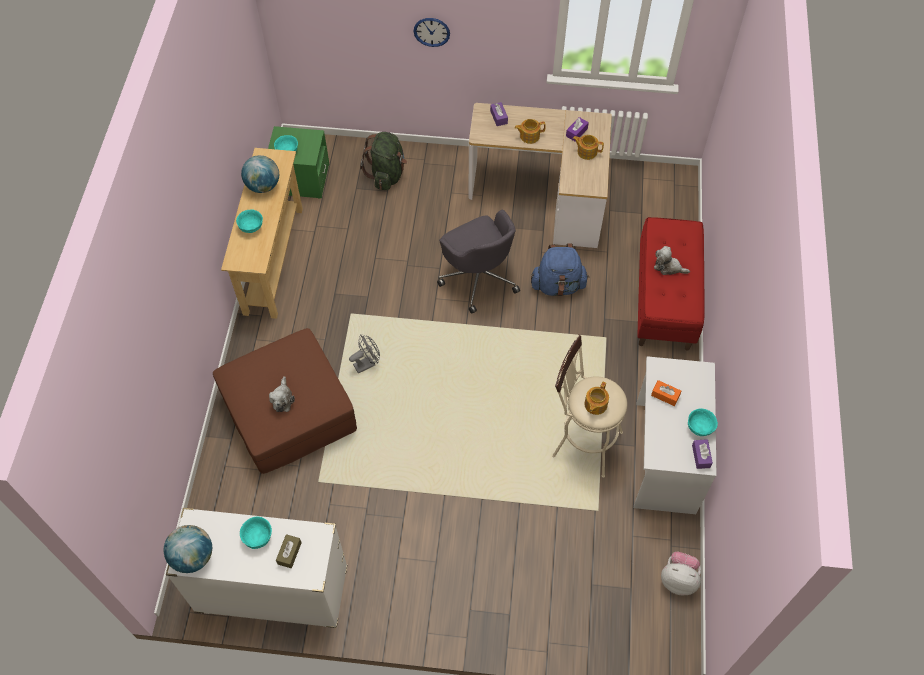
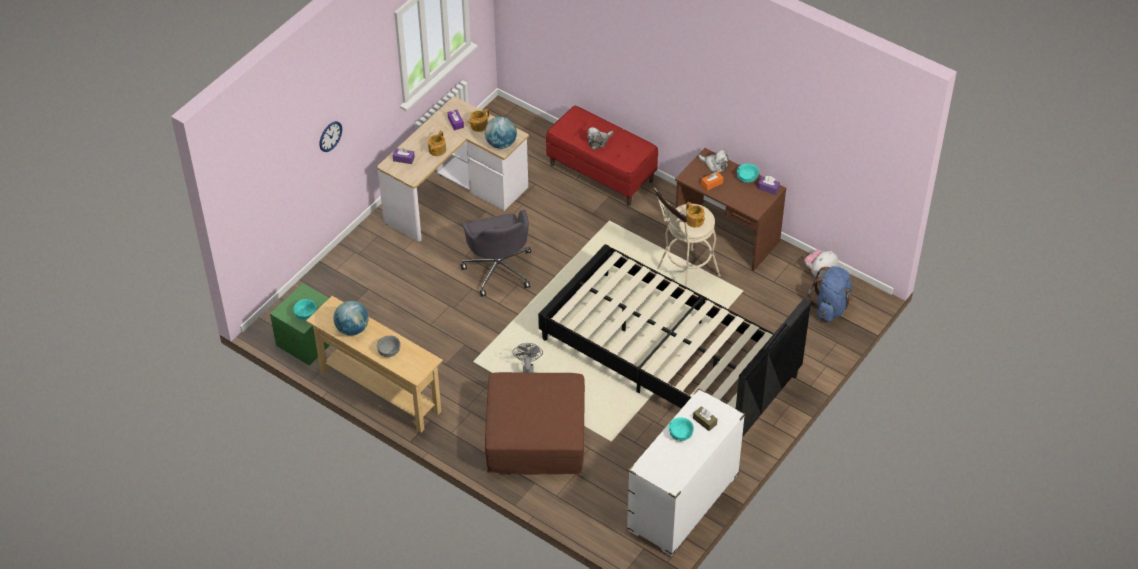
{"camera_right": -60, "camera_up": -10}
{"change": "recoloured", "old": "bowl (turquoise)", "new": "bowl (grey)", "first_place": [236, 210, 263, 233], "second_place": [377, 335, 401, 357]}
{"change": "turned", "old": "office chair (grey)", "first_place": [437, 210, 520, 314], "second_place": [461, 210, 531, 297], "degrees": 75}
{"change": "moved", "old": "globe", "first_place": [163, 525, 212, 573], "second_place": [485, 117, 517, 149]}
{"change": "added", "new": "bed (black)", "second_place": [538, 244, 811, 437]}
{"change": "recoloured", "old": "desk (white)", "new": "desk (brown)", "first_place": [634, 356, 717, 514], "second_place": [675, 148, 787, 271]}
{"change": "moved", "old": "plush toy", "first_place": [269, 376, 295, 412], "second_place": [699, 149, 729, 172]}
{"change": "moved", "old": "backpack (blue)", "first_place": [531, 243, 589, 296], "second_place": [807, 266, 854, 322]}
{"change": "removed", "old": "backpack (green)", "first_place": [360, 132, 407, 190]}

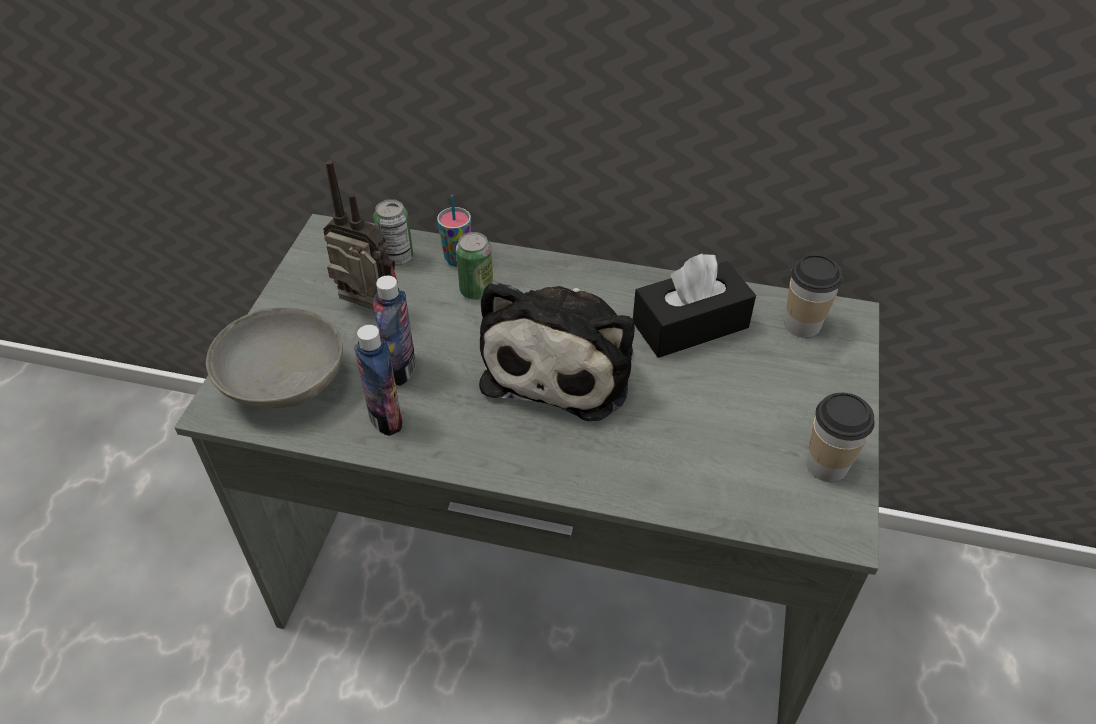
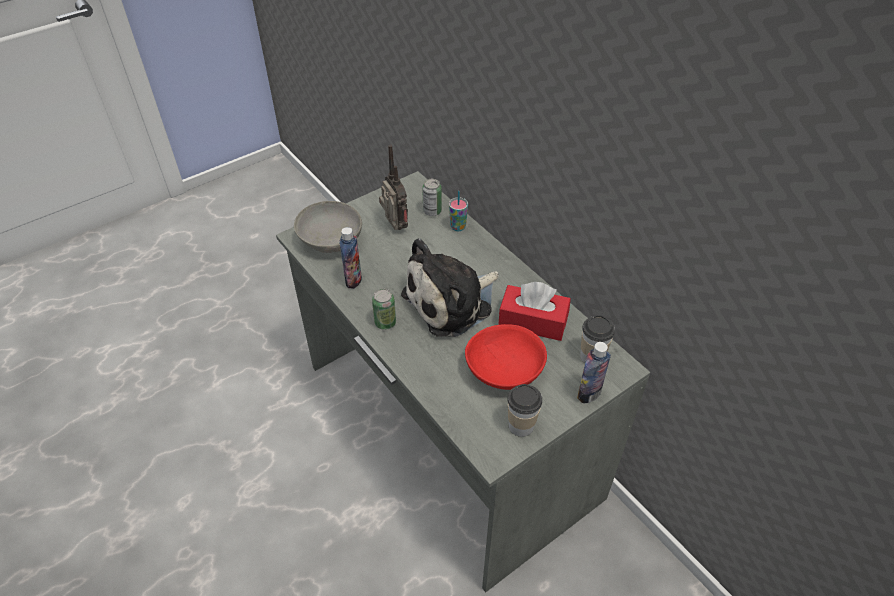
{"camera_right": 40, "camera_up": 0}
{"change": "moved", "old": "can", "first_place": [456, 232, 493, 300], "second_place": [372, 289, 396, 330]}
{"change": "added", "new": "bowl (red)", "second_place": [465, 324, 547, 390]}
{"change": "recoloured", "old": "tissue box (black)", "new": "tissue box (red)", "first_place": [633, 253, 756, 358], "second_place": [498, 282, 571, 341]}
{"change": "moved", "old": "bottle", "first_place": [373, 276, 416, 385], "second_place": [577, 342, 611, 403]}

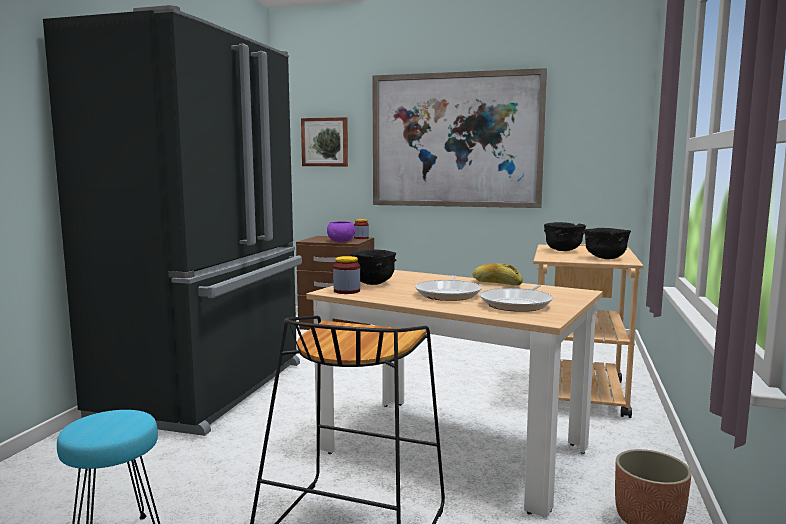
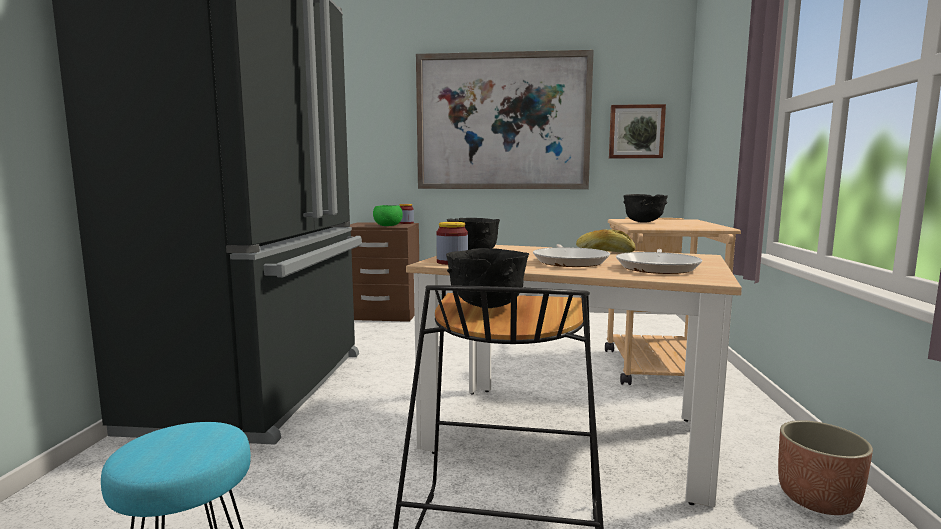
{"camera_right": -10, "camera_up": 0}
{"change": "recoloured", "old": "bowl (purple)", "new": "bowl (green)", "first_place": [327, 221, 355, 242], "second_place": [373, 205, 403, 226]}
{"change": "moved", "old": "bowl (black)", "first_place": [584, 228, 631, 259], "second_place": [446, 248, 529, 308]}
{"change": "moved", "old": "picture", "first_place": [301, 117, 348, 166], "second_place": [609, 104, 666, 158]}

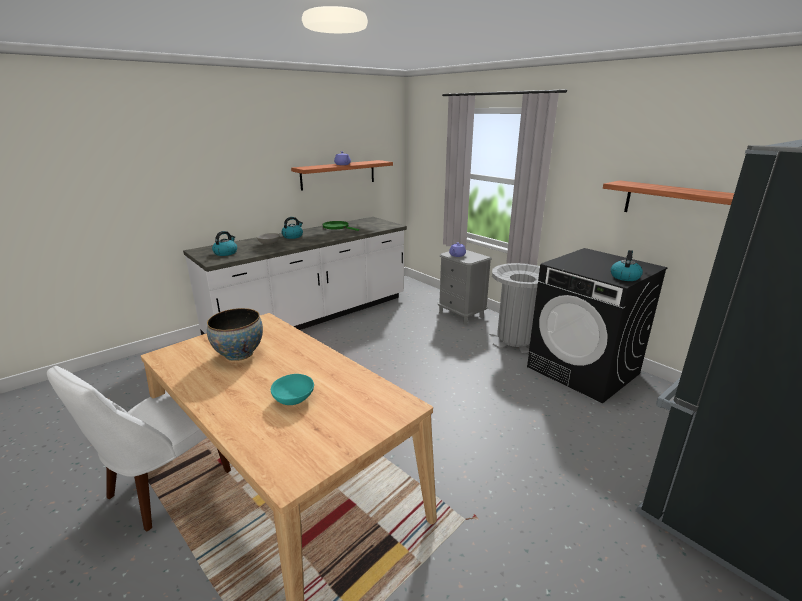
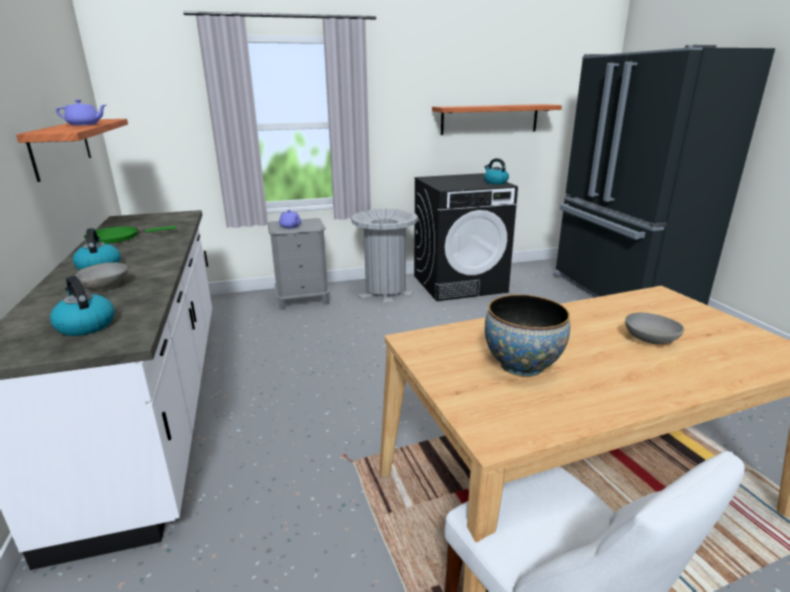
{"camera_right": -65, "camera_up": 0}
{"change": "recoloured", "old": "bowl (turquoise)", "new": "bowl (grey)", "first_place": [271, 374, 314, 405], "second_place": [625, 313, 684, 344]}

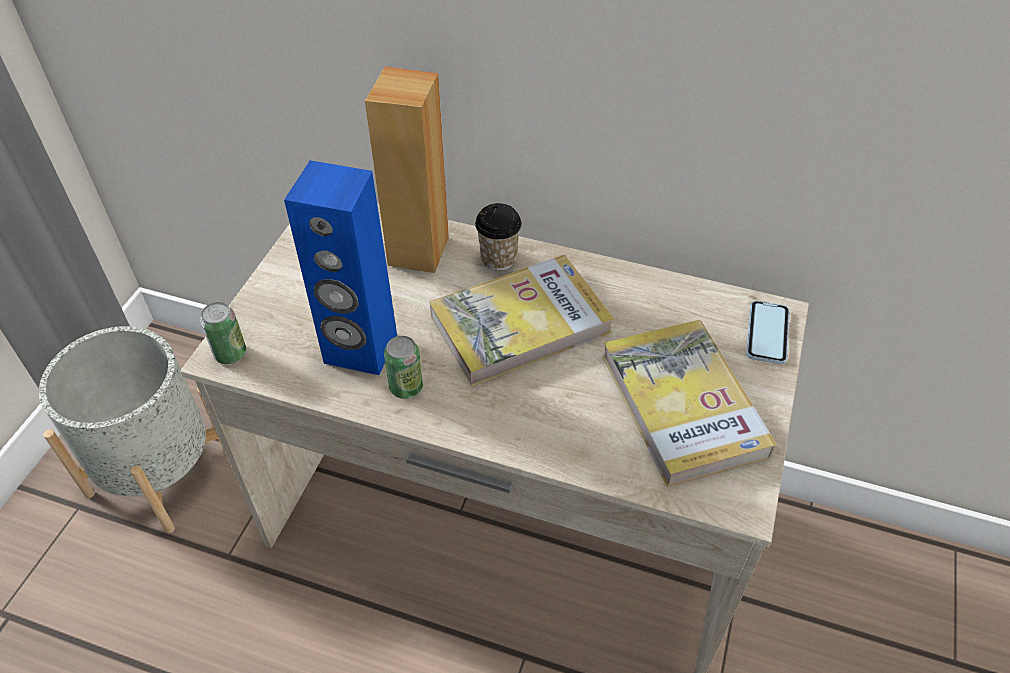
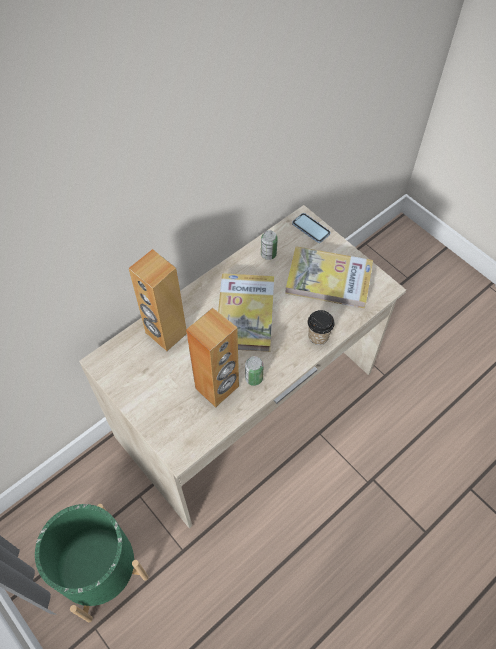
{"camera_right": -60, "camera_up": 10}
{"change": "recoloured", "old": "planter (grey)", "new": "planter (green)", "first_place": [39, 326, 226, 533], "second_place": [35, 504, 149, 622]}
{"change": "recoloured", "old": "speaker (blue)", "new": "speaker (brown)", "first_place": [284, 160, 397, 375], "second_place": [186, 308, 239, 407]}
{"change": "moved", "old": "can", "first_place": [200, 302, 246, 364], "second_place": [261, 230, 278, 260]}
{"change": "moved", "old": "cup", "first_place": [475, 203, 522, 271], "second_place": [308, 310, 335, 345]}

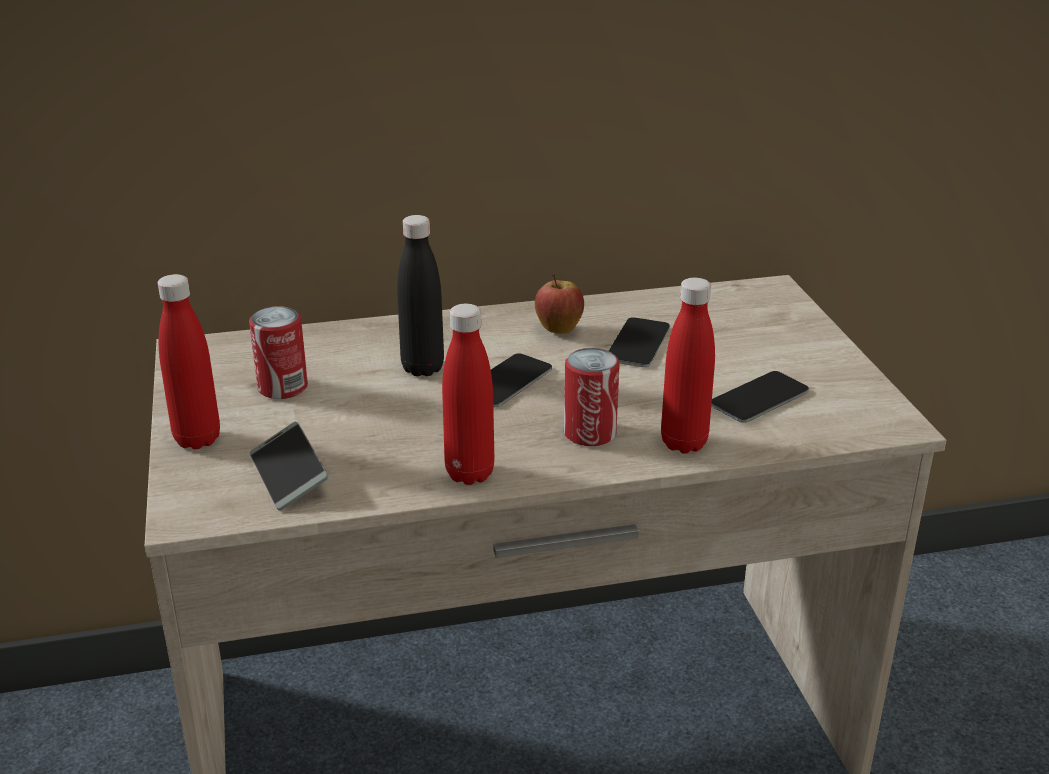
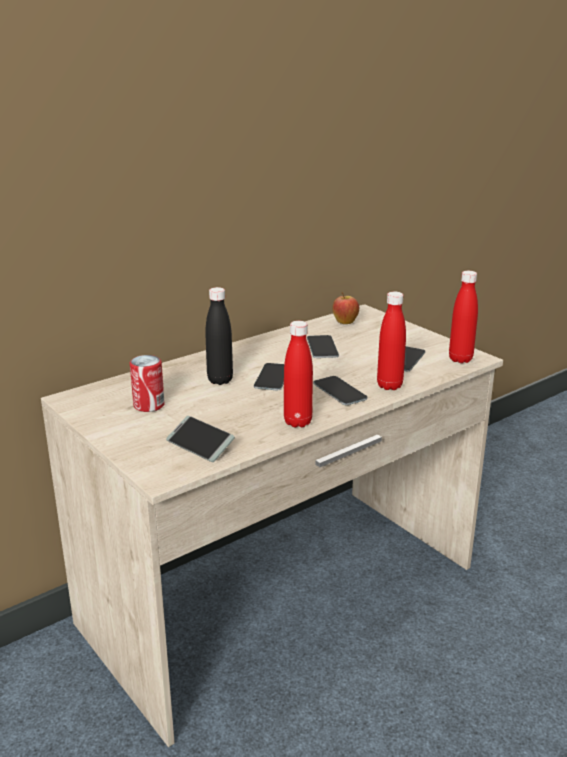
{"camera_right": -25, "camera_up": -5}
{"change": "replaced", "old": "can", "new": "phone", "first_place": [564, 348, 620, 446], "second_place": [314, 376, 367, 405]}
{"change": "moved", "old": "apple", "first_place": [535, 273, 584, 334], "second_place": [333, 292, 359, 324]}
{"change": "moved", "old": "bottle (red)", "first_place": [158, 274, 220, 449], "second_place": [449, 271, 478, 363]}

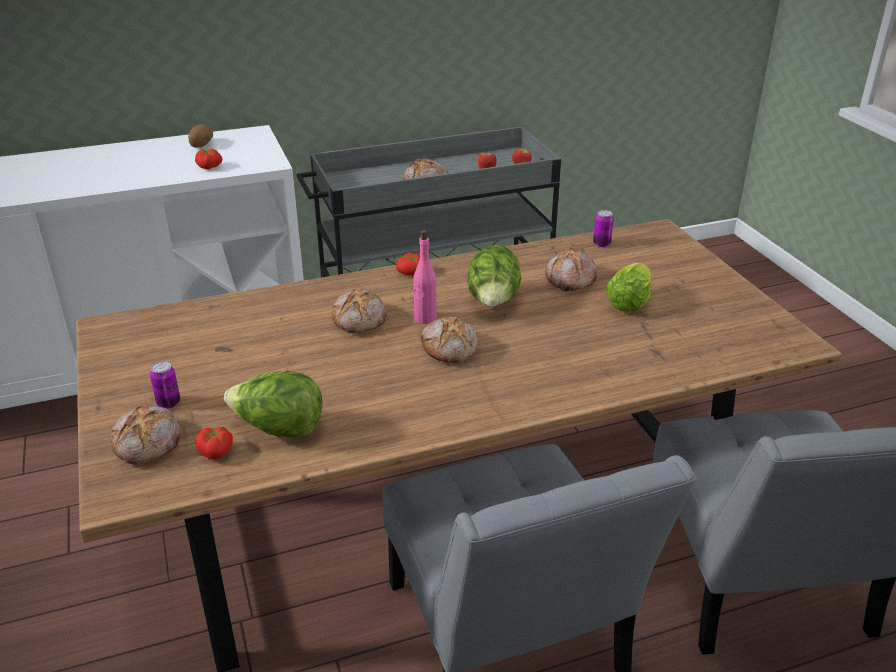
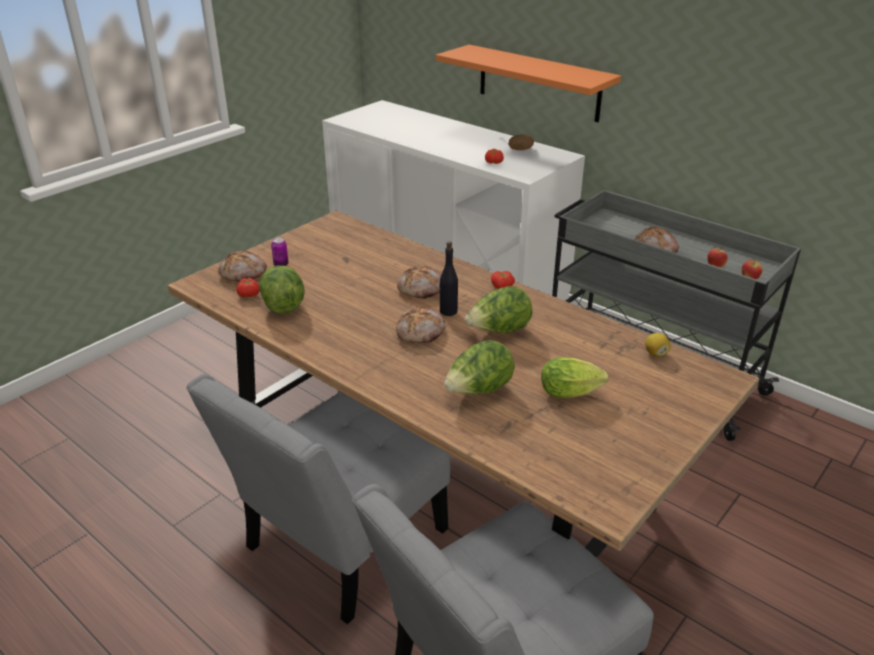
{"camera_right": 60, "camera_up": 0}
{"change": "added", "new": "shelf (orange)", "second_place": [436, 45, 621, 122]}
{"change": "recoloured", "old": "bottle (pink)", "new": "bottle (black)", "first_place": [413, 230, 437, 324], "second_place": [439, 242, 458, 316]}
{"change": "added", "new": "lettuce", "second_place": [444, 340, 515, 394]}
{"change": "replaced", "old": "can", "new": "lemon", "first_place": [593, 210, 614, 247], "second_place": [645, 333, 670, 357]}
{"change": "removed", "old": "bread", "first_place": [545, 247, 597, 291]}

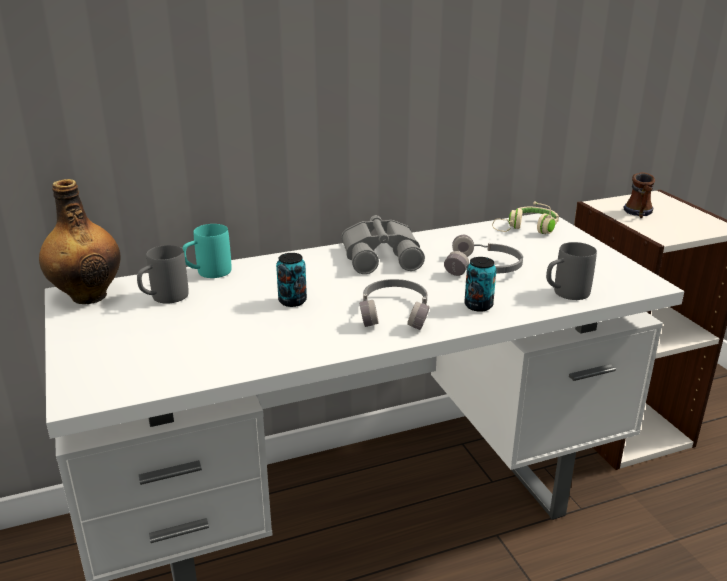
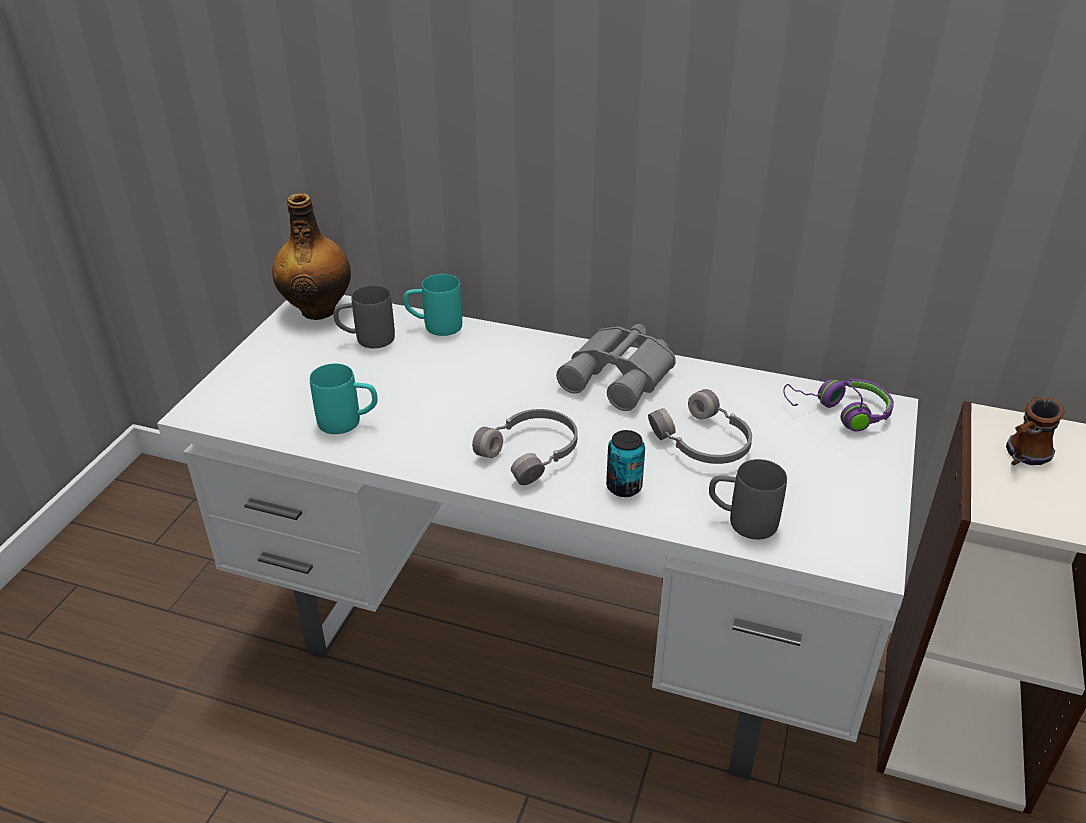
{"camera_right": 40, "camera_up": 10}
{"change": "added", "new": "mug (turquoise)", "second_place": [310, 363, 378, 434]}
{"change": "recoloured", "old": "headphones (beige)", "new": "headphones (purple)", "first_place": [492, 201, 559, 234], "second_place": [783, 379, 894, 432]}
{"change": "removed", "old": "can", "first_place": [276, 253, 307, 307]}

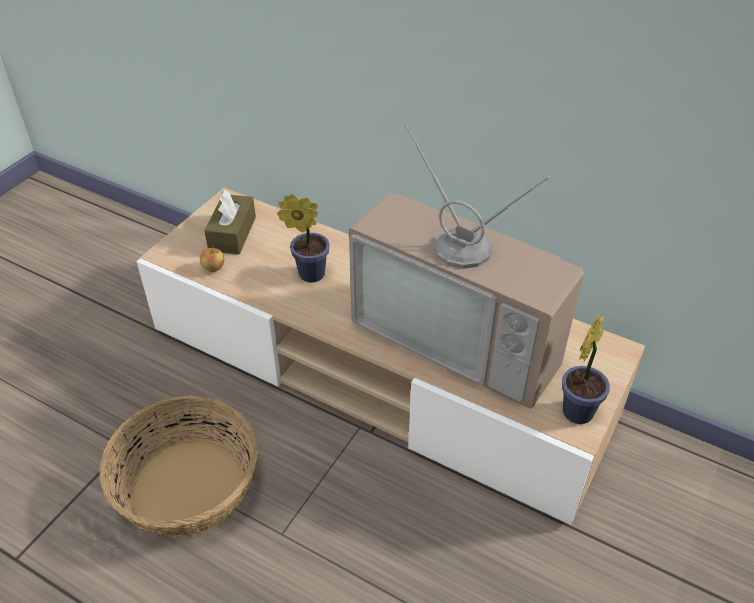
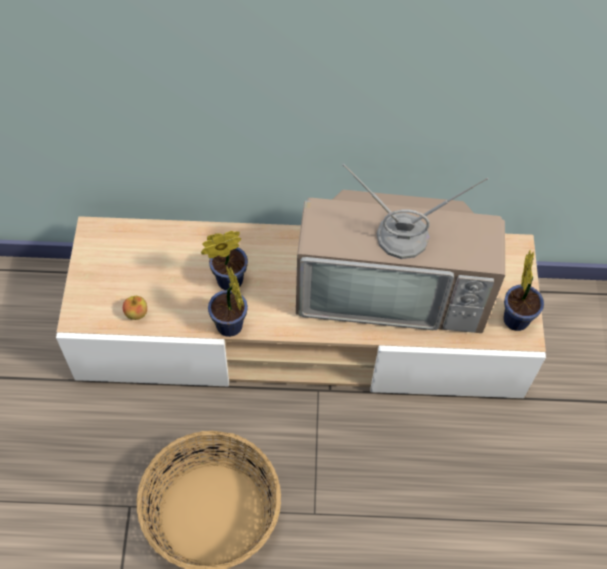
{"camera_right": -30, "camera_up": 15}
{"change": "added", "new": "potted plant", "second_place": [208, 265, 248, 337]}
{"change": "removed", "old": "tissue box (brown)", "first_place": [205, 190, 256, 255]}

